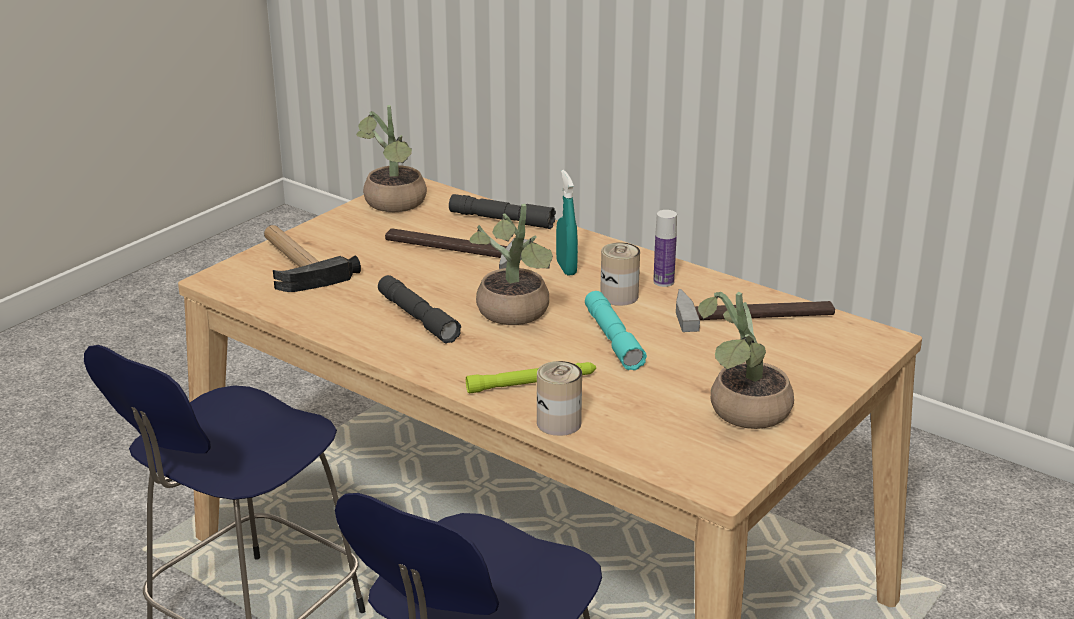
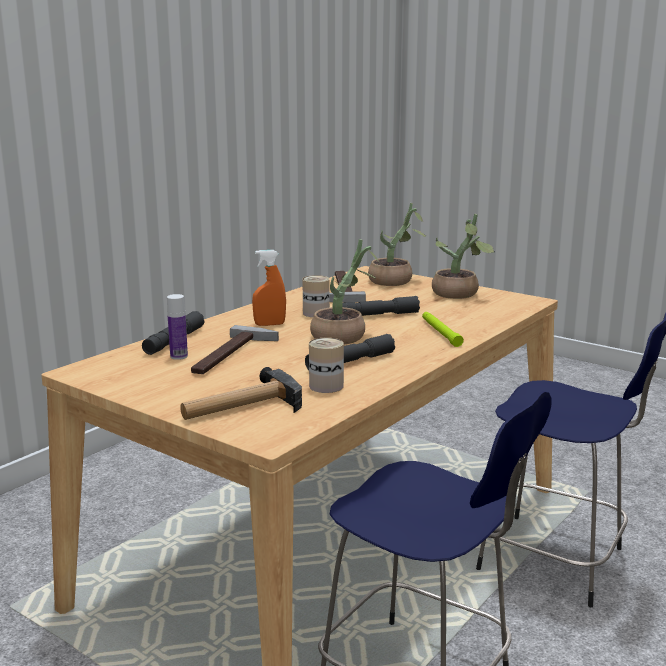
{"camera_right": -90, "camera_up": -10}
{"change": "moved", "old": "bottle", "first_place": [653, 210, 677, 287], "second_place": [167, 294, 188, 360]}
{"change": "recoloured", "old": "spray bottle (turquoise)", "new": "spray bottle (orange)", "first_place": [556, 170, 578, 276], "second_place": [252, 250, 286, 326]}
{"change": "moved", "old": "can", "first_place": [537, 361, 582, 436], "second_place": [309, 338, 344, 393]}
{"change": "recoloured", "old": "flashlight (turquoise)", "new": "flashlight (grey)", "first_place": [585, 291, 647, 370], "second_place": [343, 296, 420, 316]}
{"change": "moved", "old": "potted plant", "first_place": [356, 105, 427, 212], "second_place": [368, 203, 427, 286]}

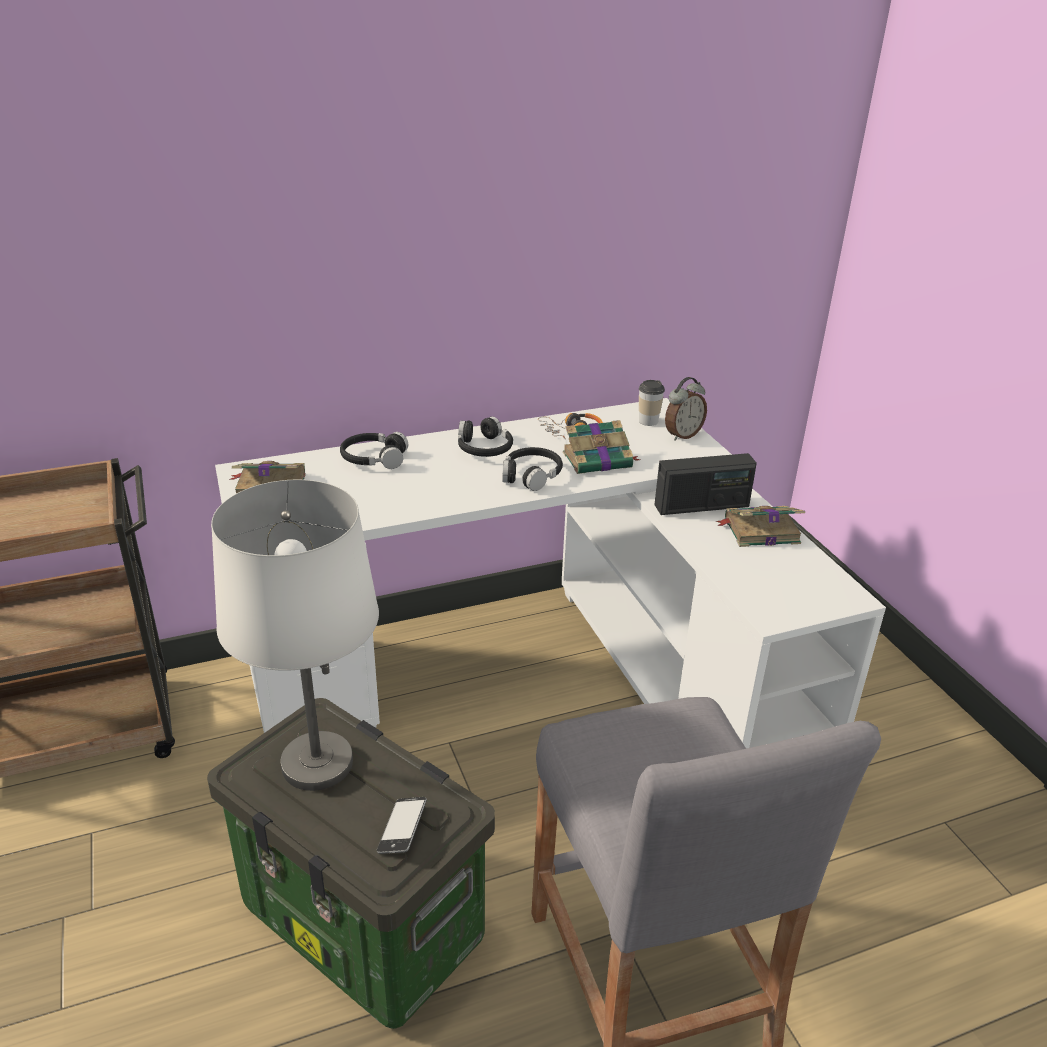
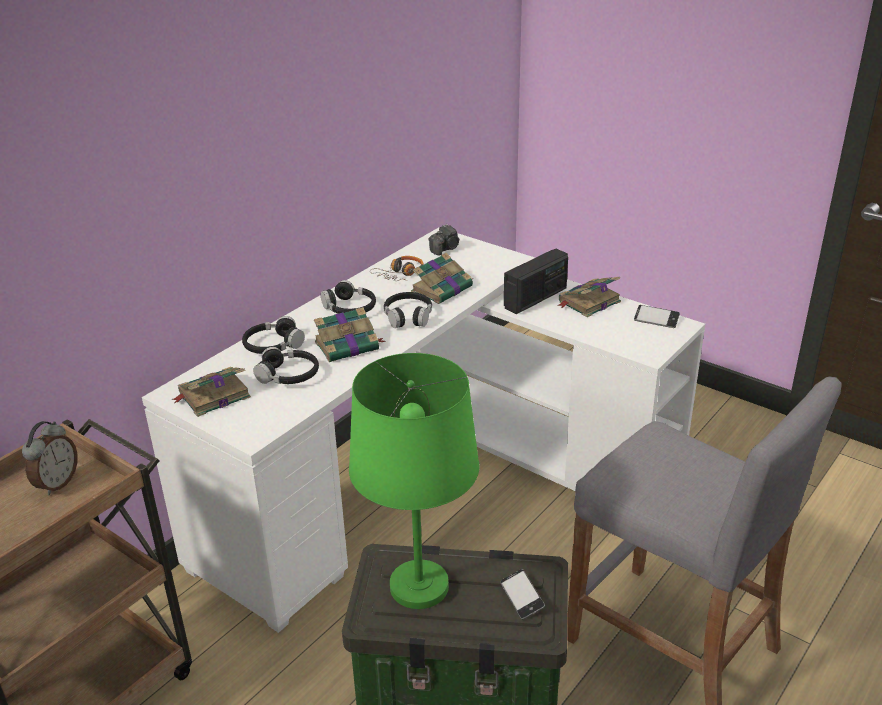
{"camera_right": -30, "camera_up": 0}
{"change": "moved", "old": "alarm clock", "first_place": [665, 377, 707, 441], "second_place": [22, 421, 78, 496]}
{"change": "added", "new": "headphones (black)", "second_place": [253, 347, 319, 384]}
{"change": "added", "new": "book", "second_place": [314, 307, 386, 362]}
{"change": "recoloured", "old": "table lamp (white)", "new": "table lamp (green)", "first_place": [211, 480, 379, 791], "second_place": [349, 353, 479, 609]}
{"change": "replaced", "old": "cup", "new": "photo camera", "first_place": [639, 380, 665, 426], "second_place": [429, 224, 460, 255]}
{"change": "added", "new": "phone", "second_place": [634, 305, 680, 328]}

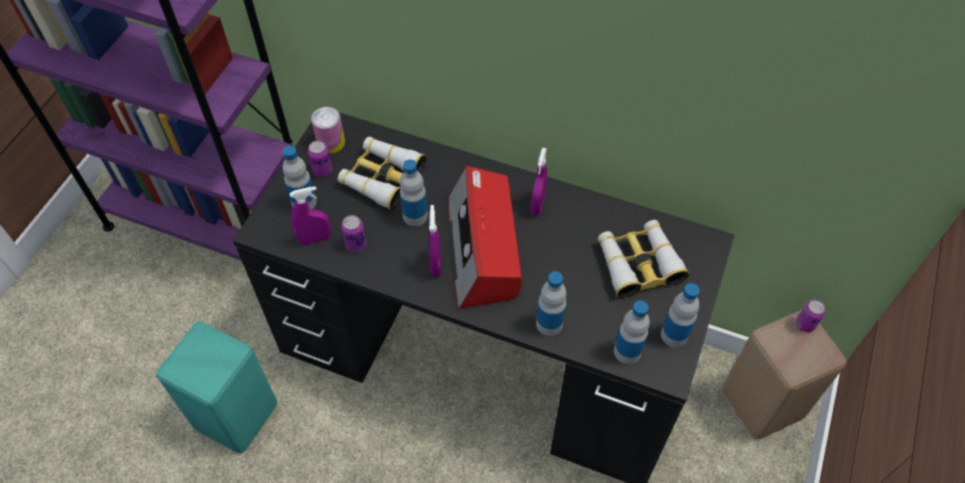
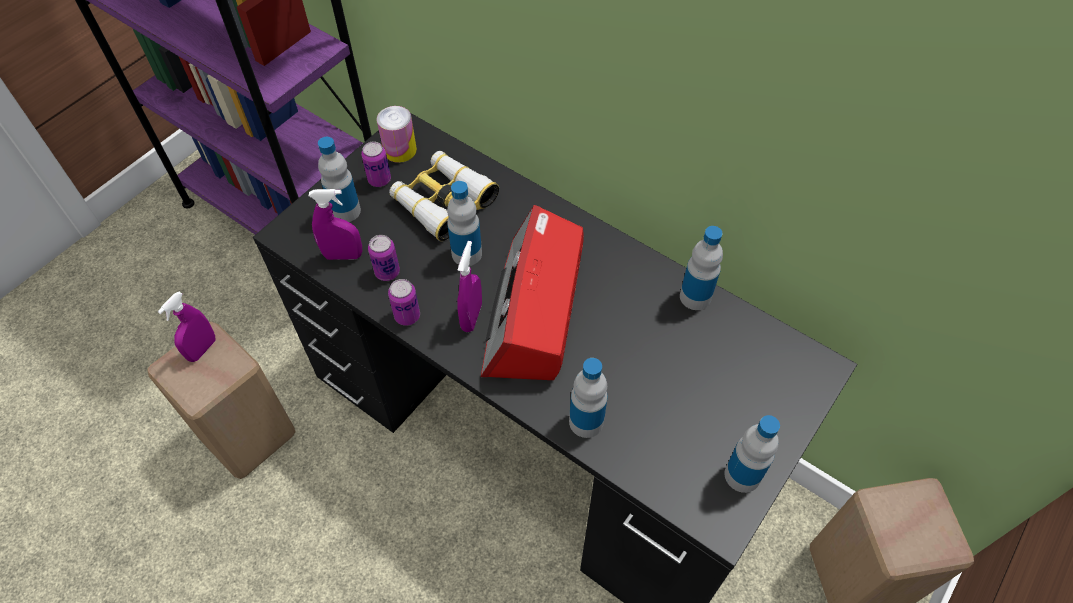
{"camera_right": 15, "camera_up": 0}
{"change": "recoloured", "old": "stool (turquoise)", "new": "stool (beige)", "first_place": [156, 321, 277, 453], "second_place": [147, 321, 295, 479]}
{"change": "moved", "old": "spray bottle (purple)", "first_place": [531, 148, 547, 216], "second_place": [157, 292, 216, 362]}
{"change": "moved", "old": "can", "first_place": [796, 300, 825, 333], "second_place": [388, 279, 420, 326]}
{"change": "moved", "old": "bottle", "first_place": [614, 300, 650, 364], "second_place": [680, 226, 723, 310]}
{"change": "removed", "old": "binoculars", "first_place": [598, 220, 689, 298]}

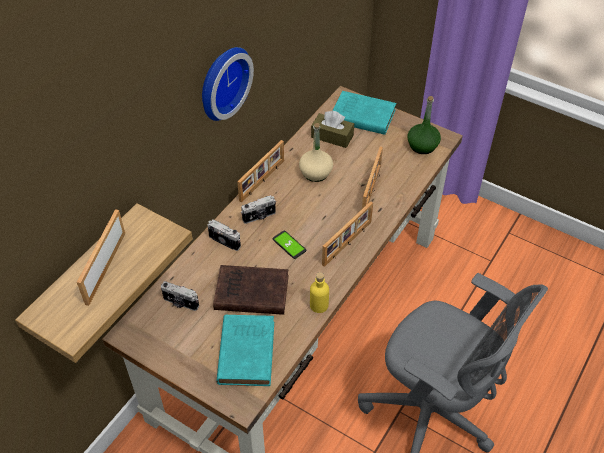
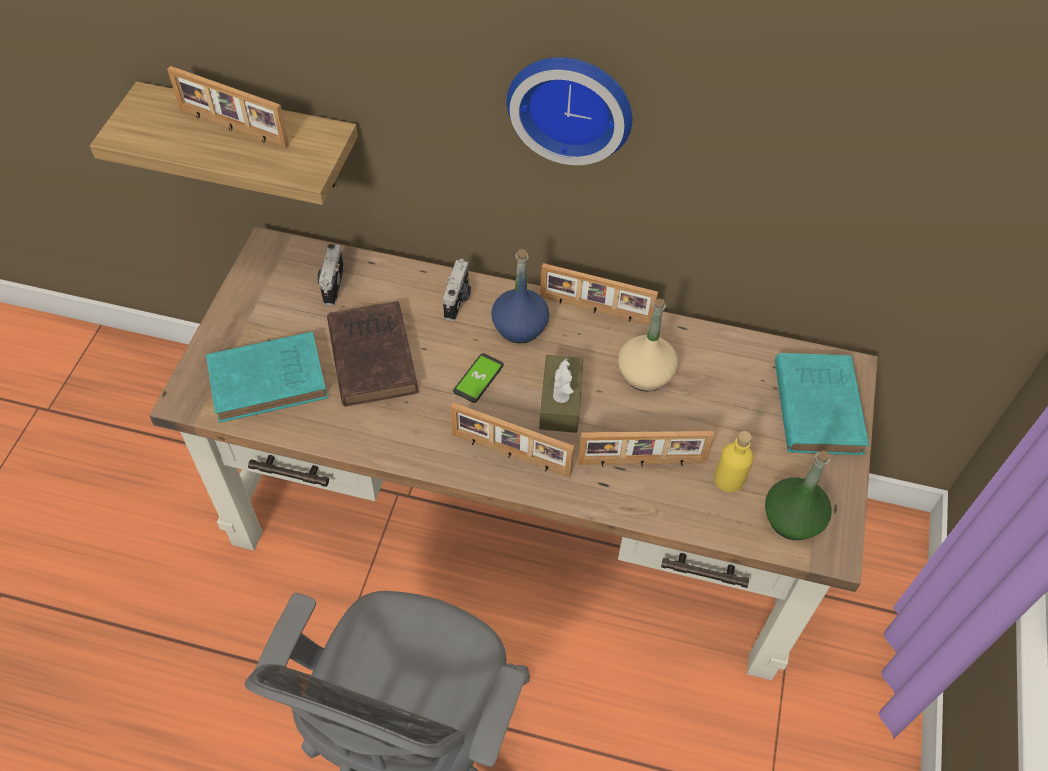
{"camera_right": 70, "camera_up": 5}
{"change": "turned", "old": "picture frame", "first_place": [77, 209, 125, 306], "second_place": [167, 66, 289, 148], "degrees": -150}
{"change": "replaced", "old": "photo camera", "new": "bottle (blue)", "first_place": [241, 195, 276, 224], "second_place": [491, 249, 549, 343]}
{"change": "moved", "old": "tissue box (brown)", "first_place": [311, 111, 354, 148], "second_place": [539, 355, 584, 433]}
{"change": "moved", "old": "bottle (yellow)", "first_place": [310, 272, 329, 313], "second_place": [714, 431, 753, 492]}

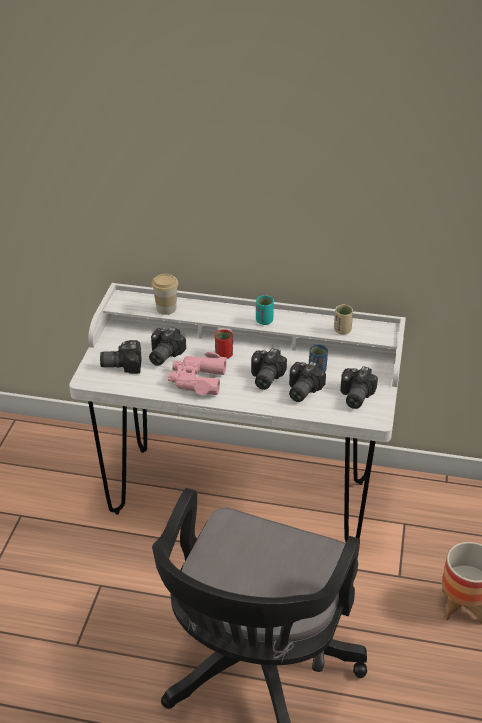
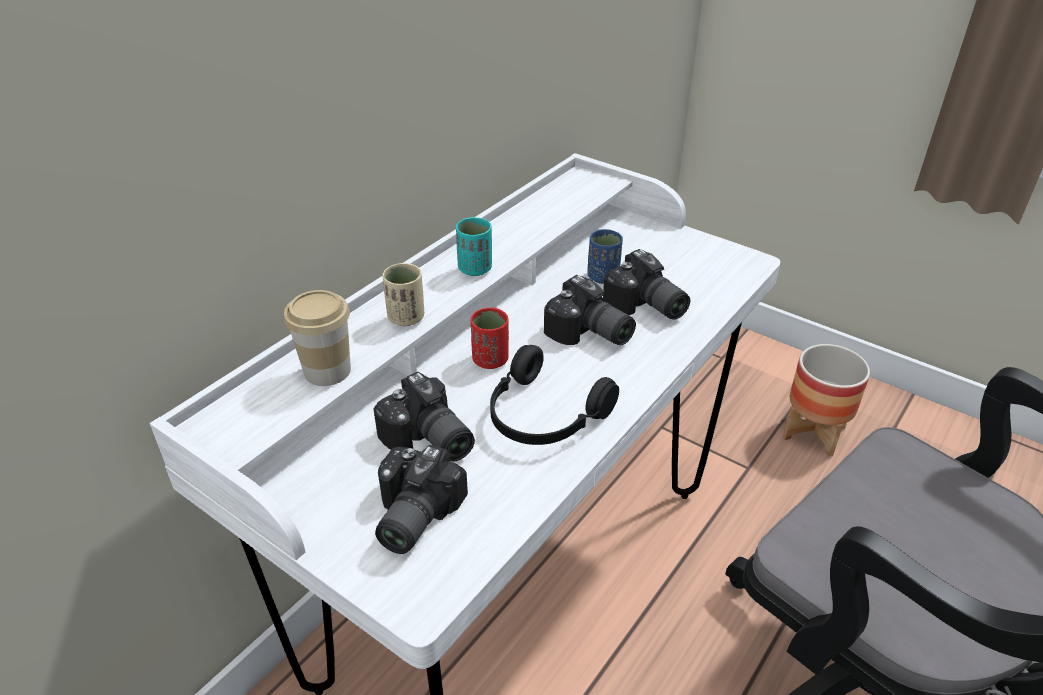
{"camera_right": -65, "camera_up": 0}
{"change": "moved", "old": "cup (beige)", "first_place": [334, 305, 353, 334], "second_place": [382, 263, 424, 326]}
{"change": "replaced", "old": "binoculars (pink)", "new": "headphones (black)", "first_place": [168, 352, 227, 395], "second_place": [490, 345, 619, 445]}
{"change": "removed", "old": "photo camera", "first_place": [340, 366, 378, 409]}

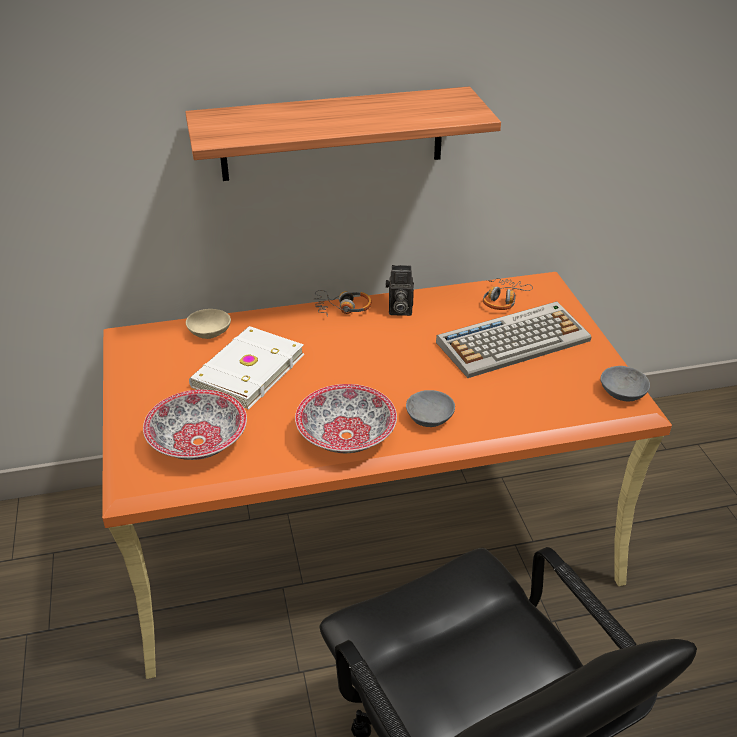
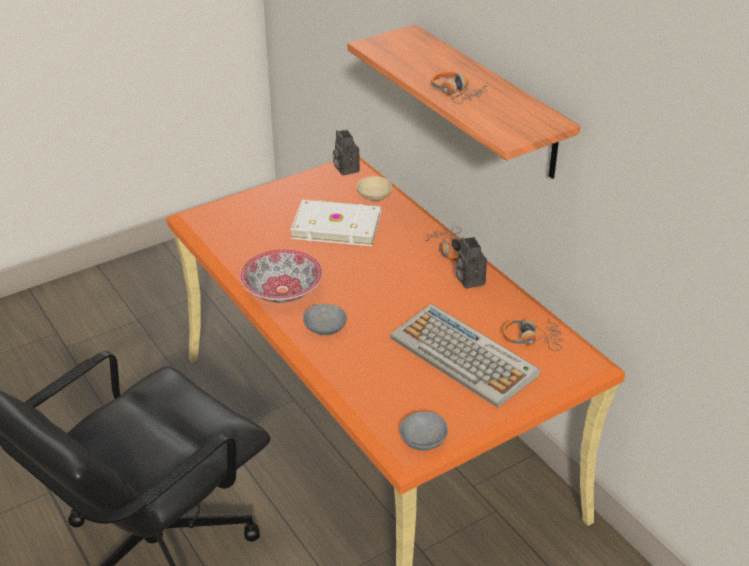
{"camera_right": 70, "camera_up": 0}
{"change": "added", "new": "photo camera", "second_place": [333, 130, 360, 176]}
{"change": "added", "new": "headphones", "second_place": [431, 72, 488, 104]}
{"change": "removed", "old": "bowl", "first_place": [143, 389, 247, 460]}

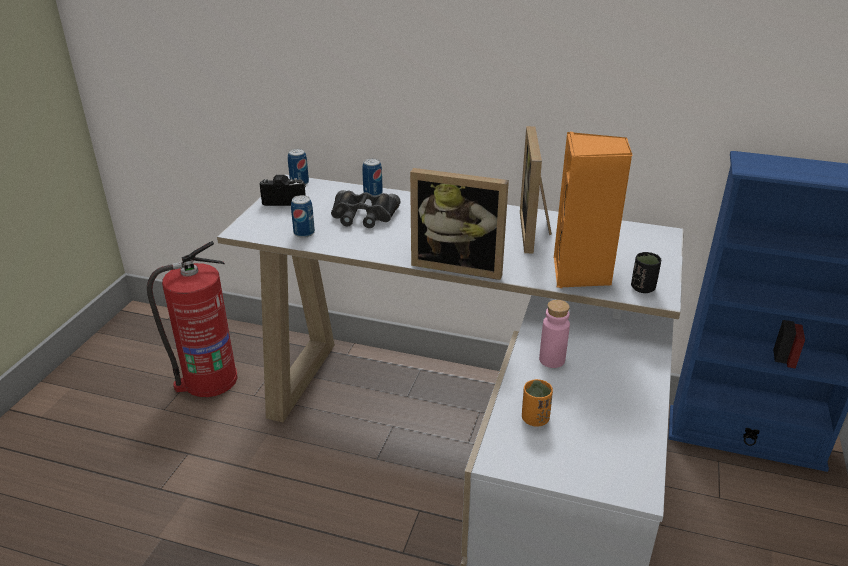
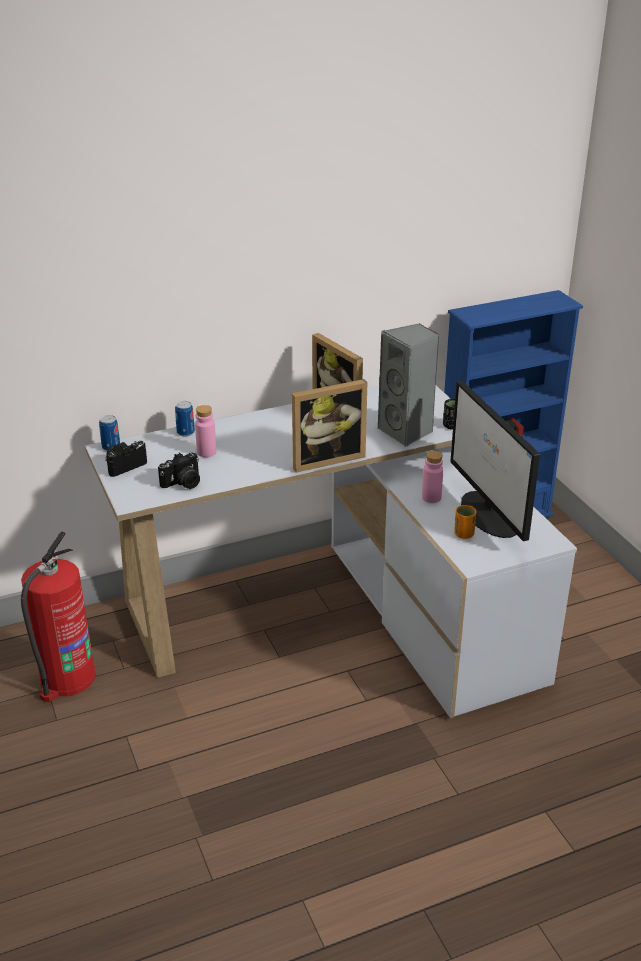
{"camera_right": -40, "camera_up": 0}
{"change": "replaced", "old": "can", "new": "photo camera", "first_place": [291, 195, 315, 238], "second_place": [158, 452, 200, 489]}
{"change": "replaced", "old": "binoculars (black)", "new": "bottle (pink)", "first_place": [331, 190, 401, 228], "second_place": [195, 405, 216, 457]}
{"change": "recoloured", "old": "speaker (orange)", "new": "speaker (grey)", "first_place": [554, 132, 633, 288], "second_place": [378, 323, 439, 447]}
{"change": "added", "new": "monitor", "second_place": [450, 381, 540, 541]}

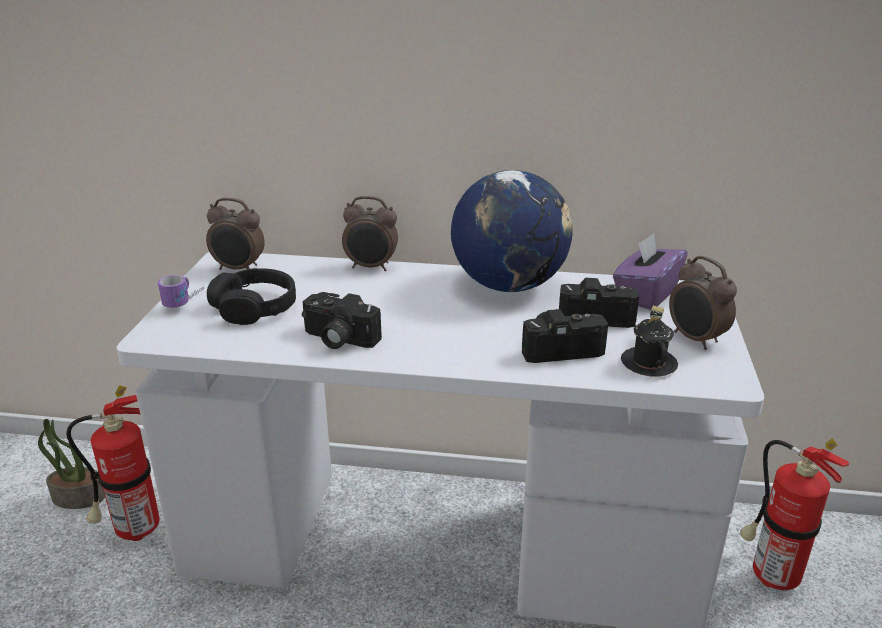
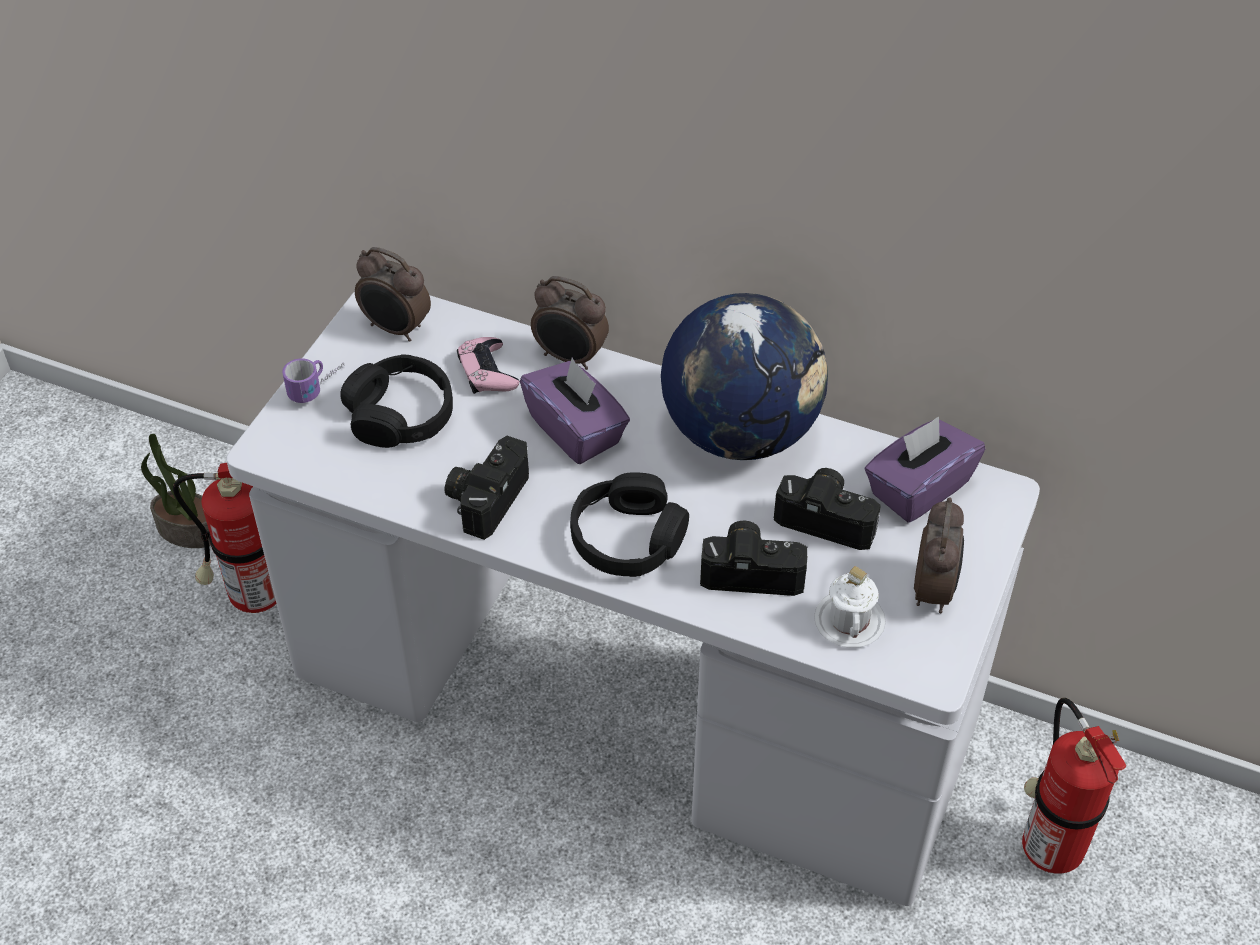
{"camera_right": 15, "camera_up": 20}
{"change": "turned", "old": "photo camera", "first_place": [302, 292, 382, 349], "second_place": [445, 436, 529, 540], "degrees": 75}
{"change": "added", "new": "game controller (pink)", "second_place": [457, 337, 520, 394]}
{"change": "added", "new": "tissue box (purple)", "second_place": [520, 358, 630, 464]}
{"change": "added", "new": "headphones (black)", "second_place": [570, 472, 689, 577]}
{"change": "recoloured", "old": "mug (black)", "new": "mug (white)", "first_place": [621, 306, 678, 377], "second_place": [814, 566, 886, 648]}
{"change": "turned", "old": "alarm clock", "first_place": [669, 256, 737, 350], "second_place": [914, 497, 964, 613], "degrees": -150}

